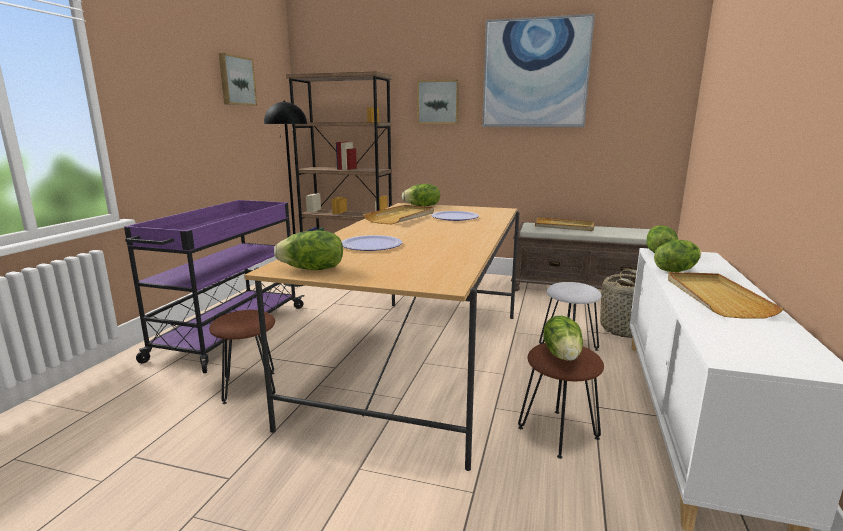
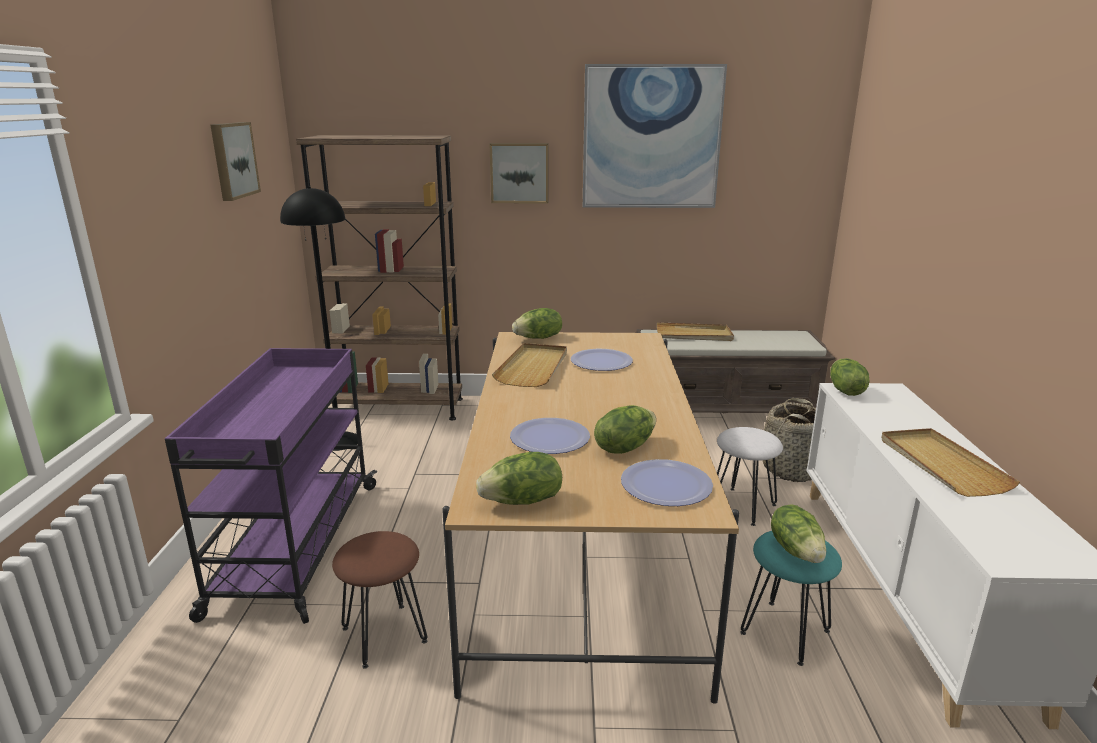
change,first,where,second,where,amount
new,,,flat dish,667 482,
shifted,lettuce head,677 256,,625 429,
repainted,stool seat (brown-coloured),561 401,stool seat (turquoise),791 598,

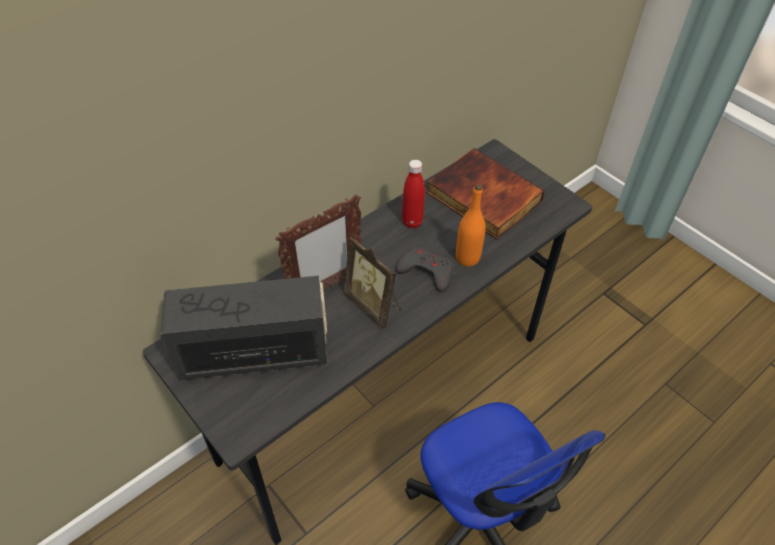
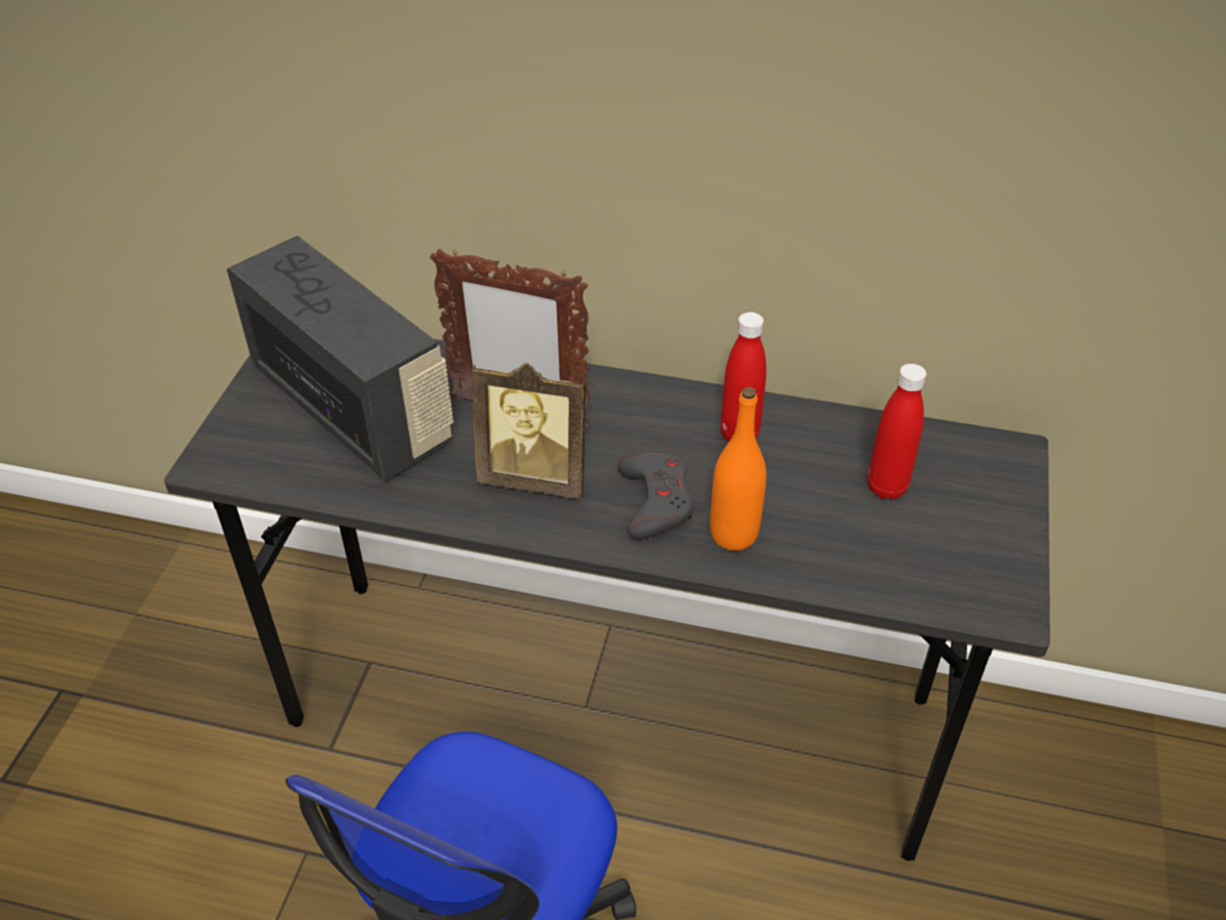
change,first,where,second,where,amount
swapped,volume,486 193,beverage bottle (red),897 432,
rotated,photo frame,372 282,,529 431,90 degrees counterclockwise

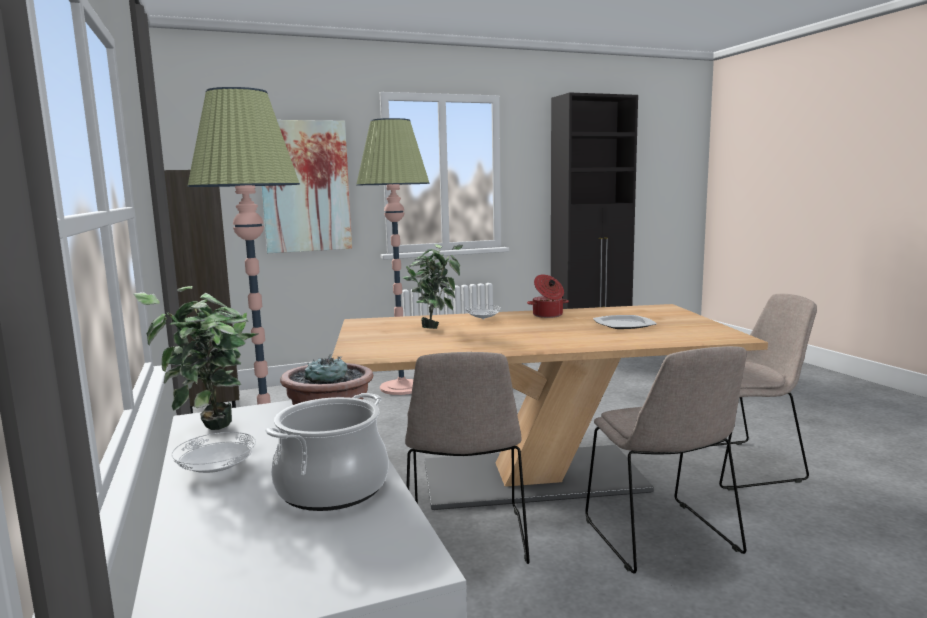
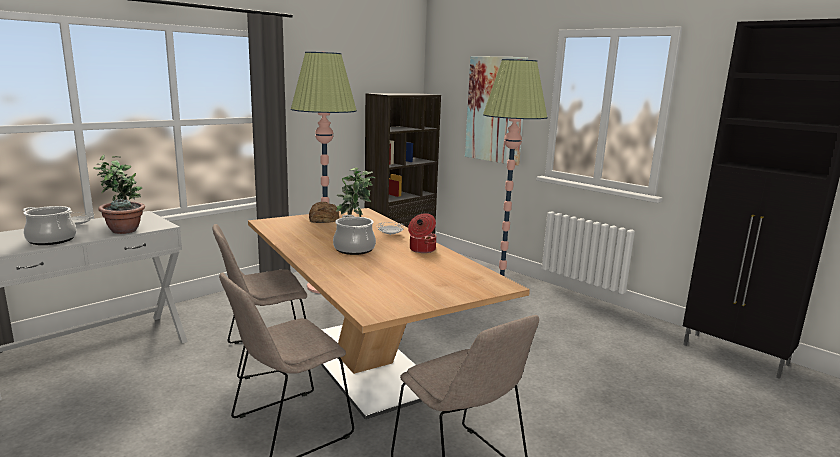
change,first,where,second,where,amount
gone,flat dish,624 322,,,
new,,,bakery bread,324 212,
new,,,stockpot,354 235,

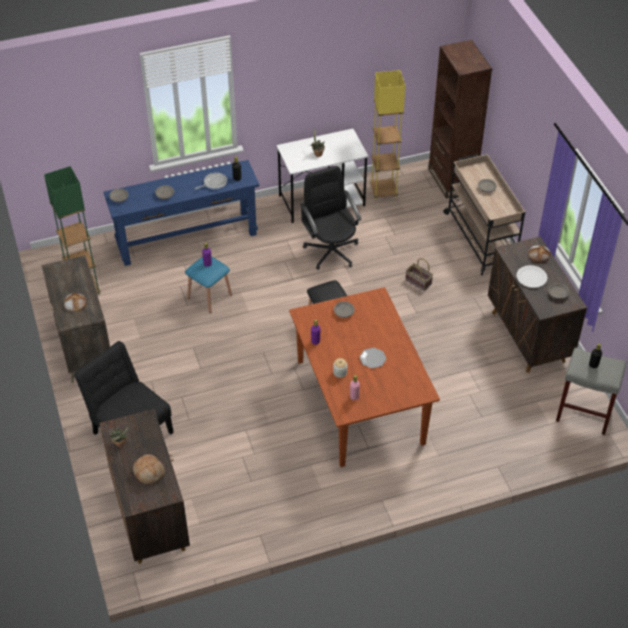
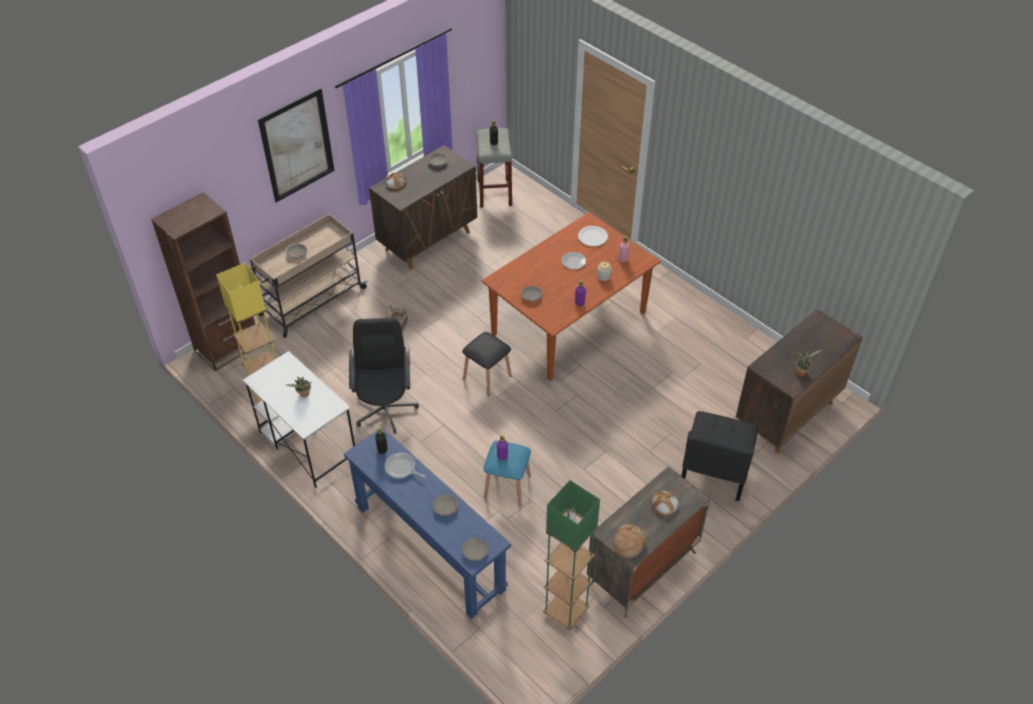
change,first,where,second,where,amount
new,,,wall picture,296 145,
shifted,bakery bread,149 469,,629 541,
shifted,flat dish (whitish),531 276,,593 236,
rotated,office chair (blackish),331 218,,384 376,135 degrees clockwise

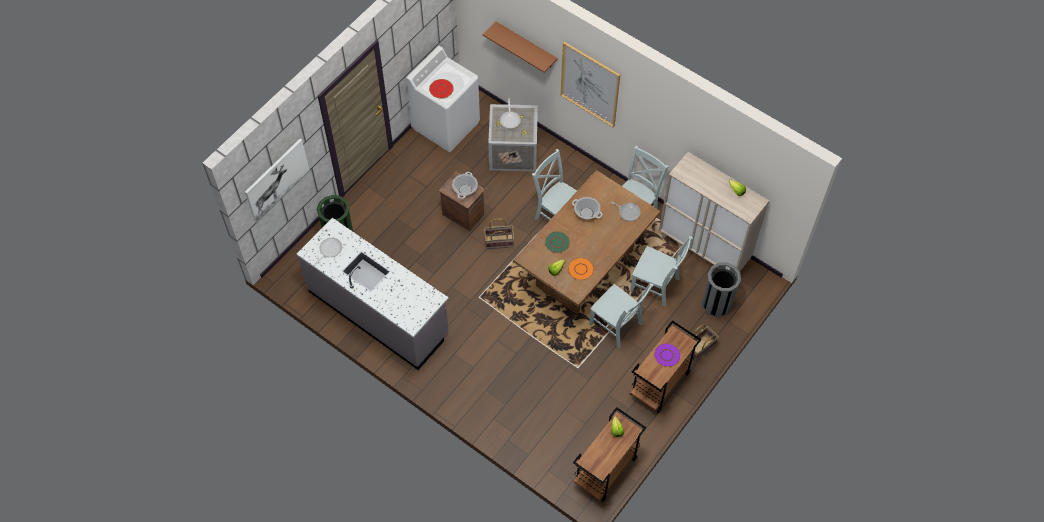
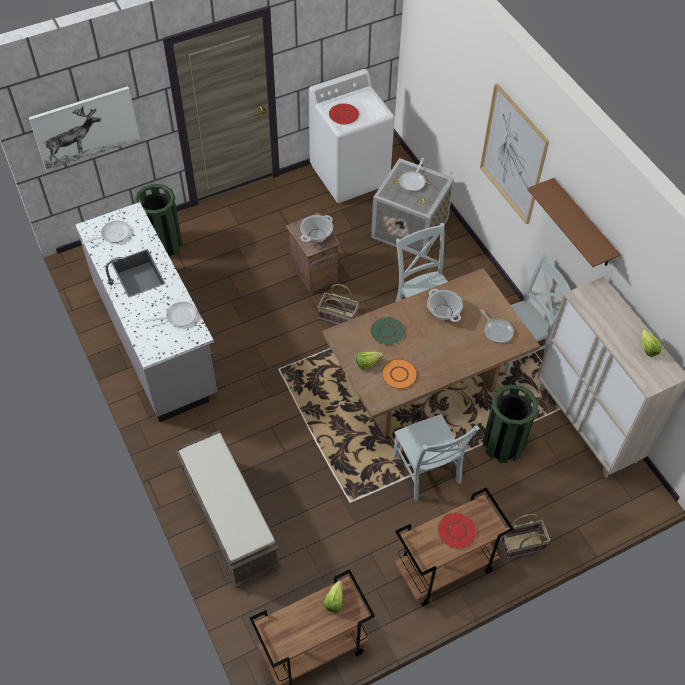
change,first,where,second,where,amount
gone,rubbish bin (greyish),721 290,,,
new,,,pan,171 314,
new,,,bench (brown-coloured),228 509,
shifted,wall shelf (brown-coloured),520 47,,573 222,
swapped,chair (greyish),661 271,rubbish bin (greenish),510 423,
repainted,flat dish (purple),667 355,flat dish (red),457 530,

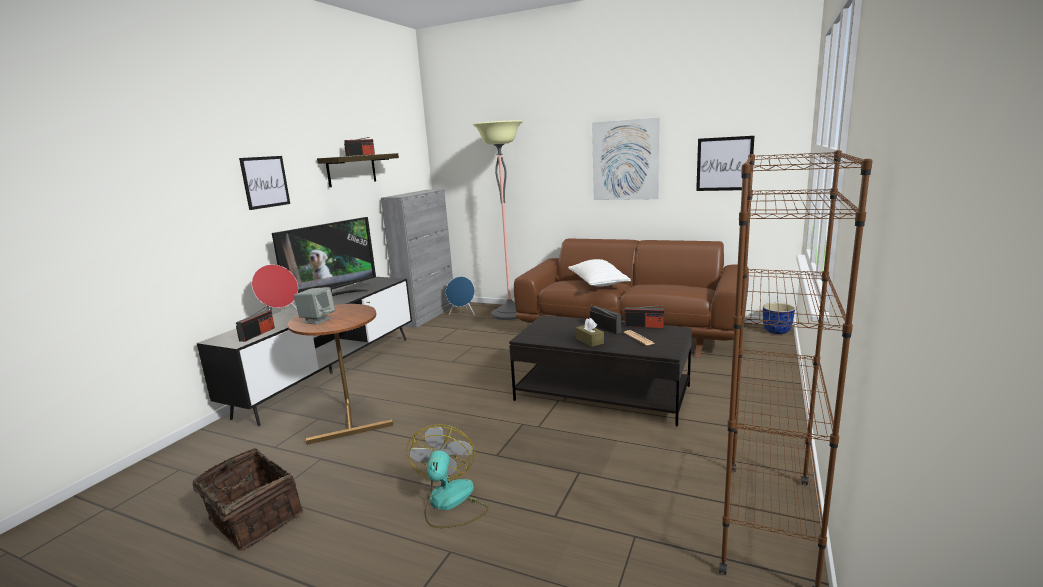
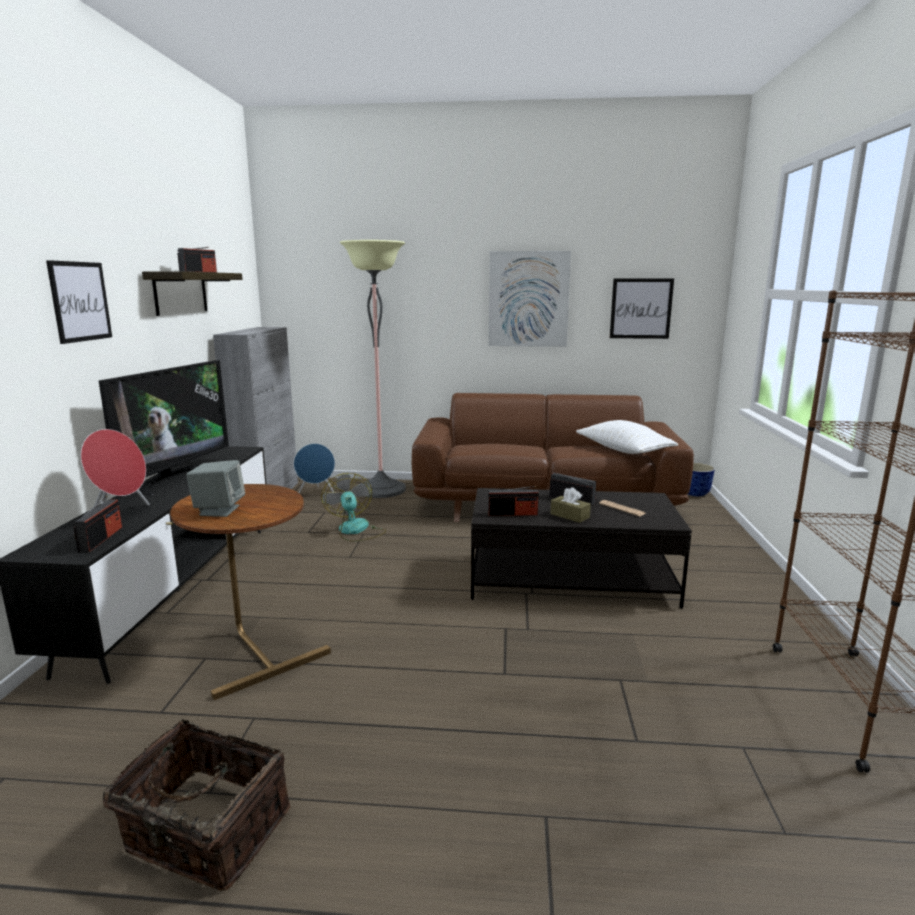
change,first,where,second,where,amount
shifted,electric fan,447 476,,353 507,
shifted,cushion (whitish),599 273,,627 437,
shifted,radio receiver,644 316,,513 501,

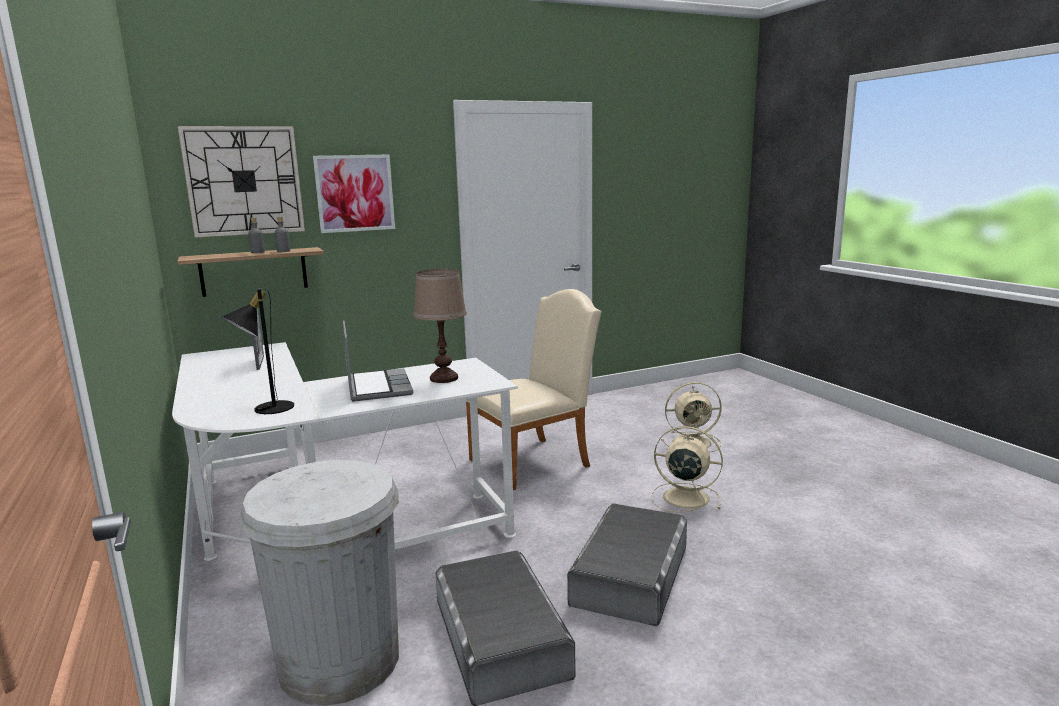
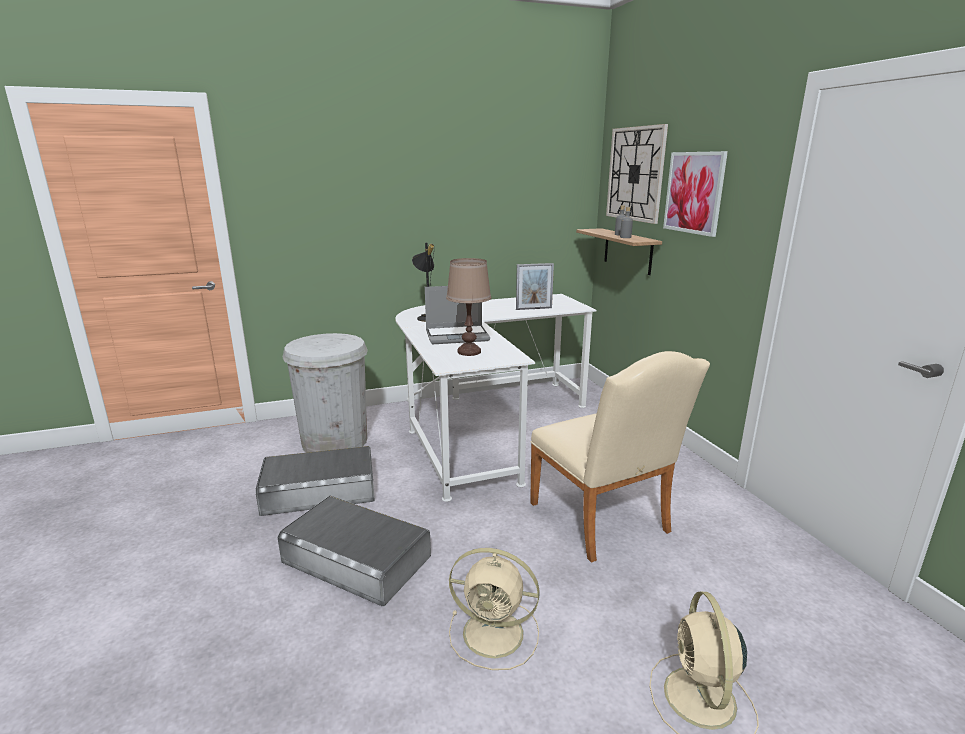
change,first,where,second,where,amount
rotated,electric fan (beige-coloured),687 469,,494 609,75 degrees clockwise

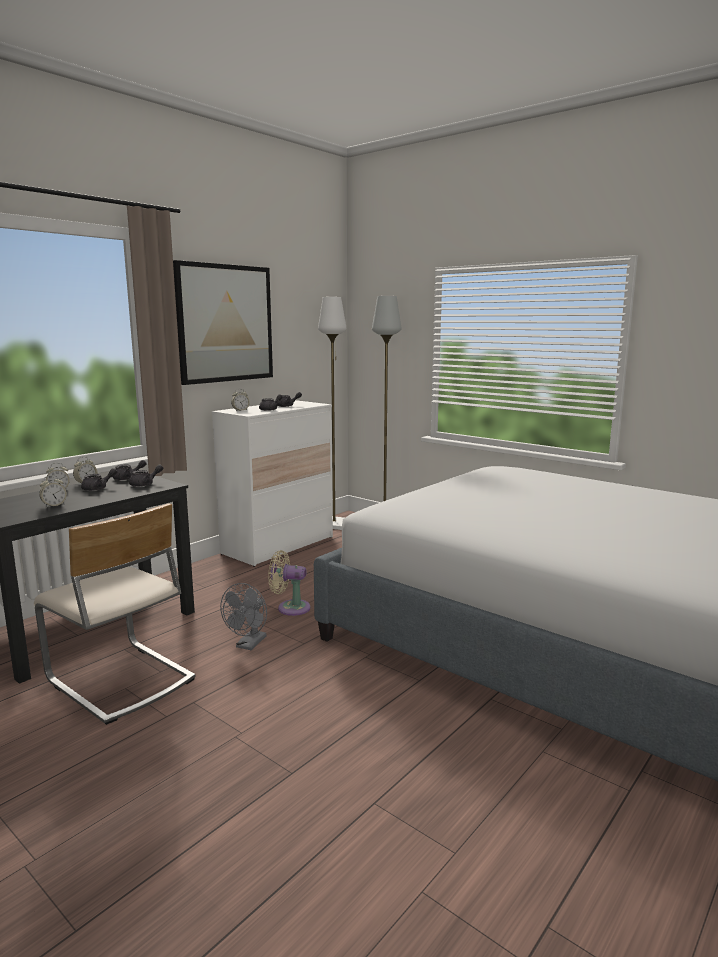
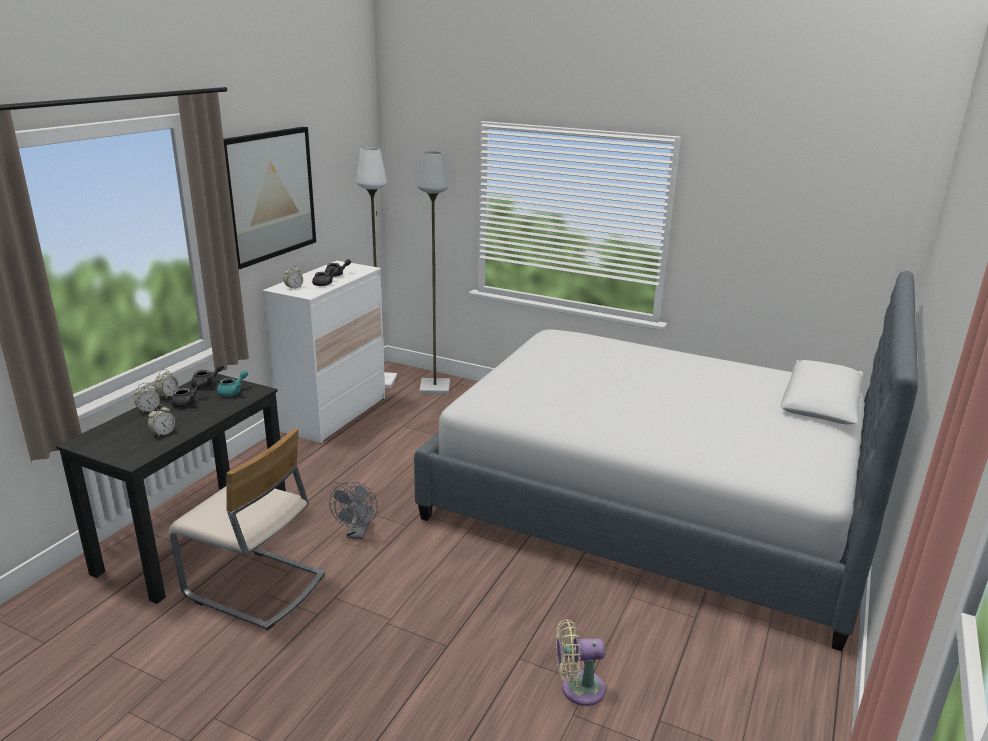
change,first,where,second,where,amount
shifted,electric fan (beige-coloured),289 583,,581 662,
repainted,tea pot (greyish),146 476,tea pot (turquoise),232 383,

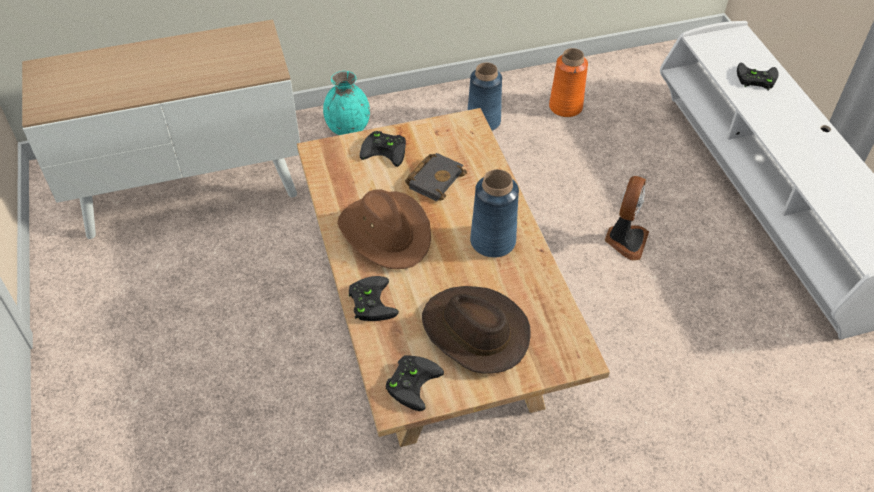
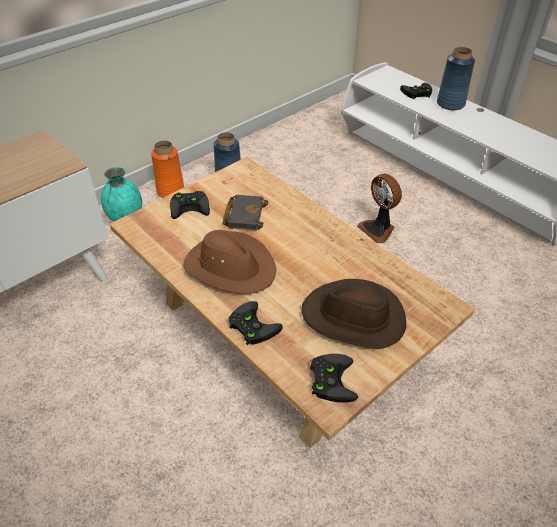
change,first,where,second,where,amount
shifted,flower vase (blue-coloured),494 213,,456 78,
shifted,flower vase (orange),568 82,,167 169,
rotated,electric fan,627 218,,379 208,150 degrees clockwise

